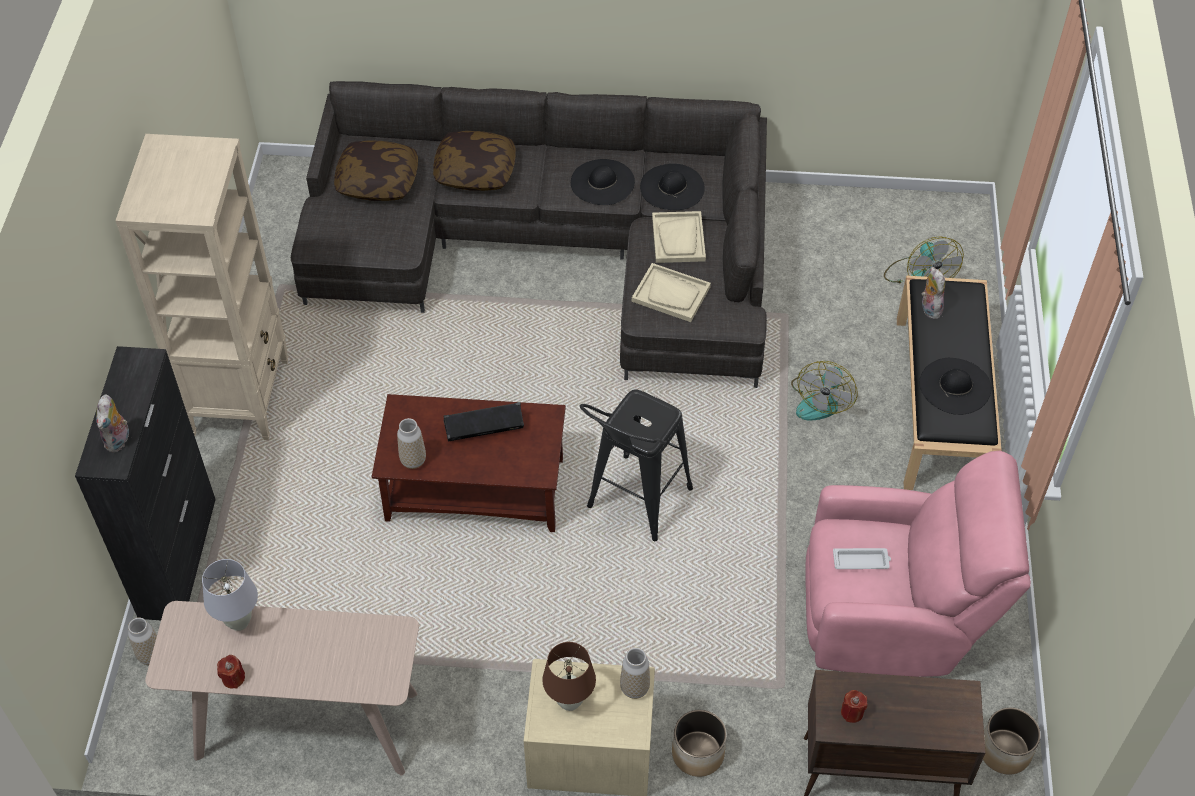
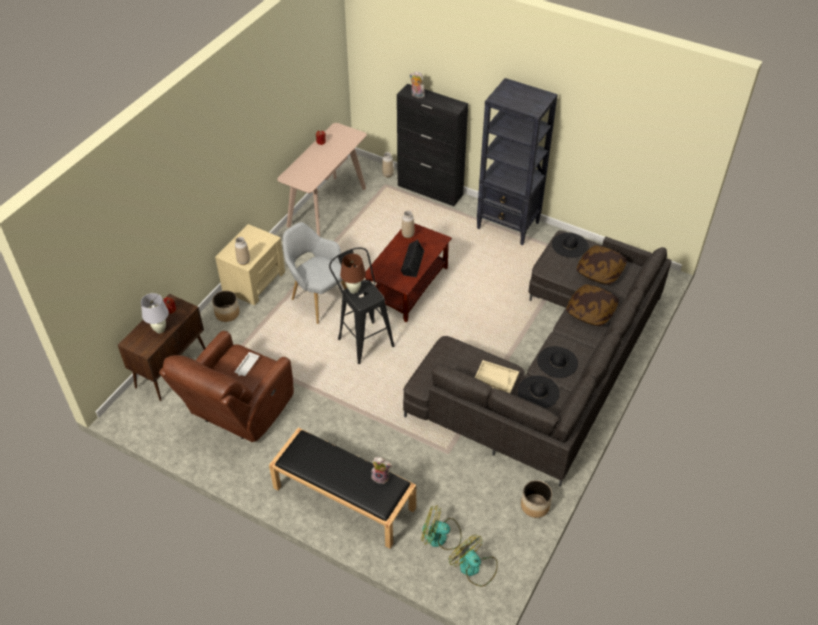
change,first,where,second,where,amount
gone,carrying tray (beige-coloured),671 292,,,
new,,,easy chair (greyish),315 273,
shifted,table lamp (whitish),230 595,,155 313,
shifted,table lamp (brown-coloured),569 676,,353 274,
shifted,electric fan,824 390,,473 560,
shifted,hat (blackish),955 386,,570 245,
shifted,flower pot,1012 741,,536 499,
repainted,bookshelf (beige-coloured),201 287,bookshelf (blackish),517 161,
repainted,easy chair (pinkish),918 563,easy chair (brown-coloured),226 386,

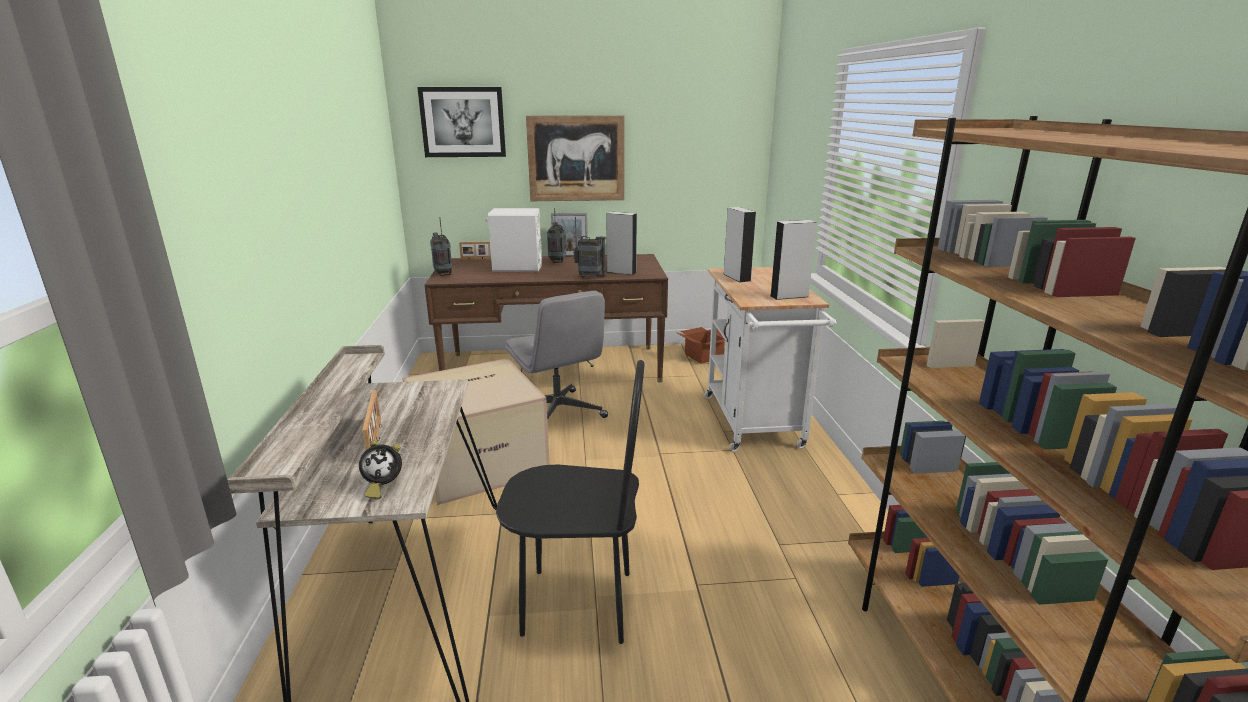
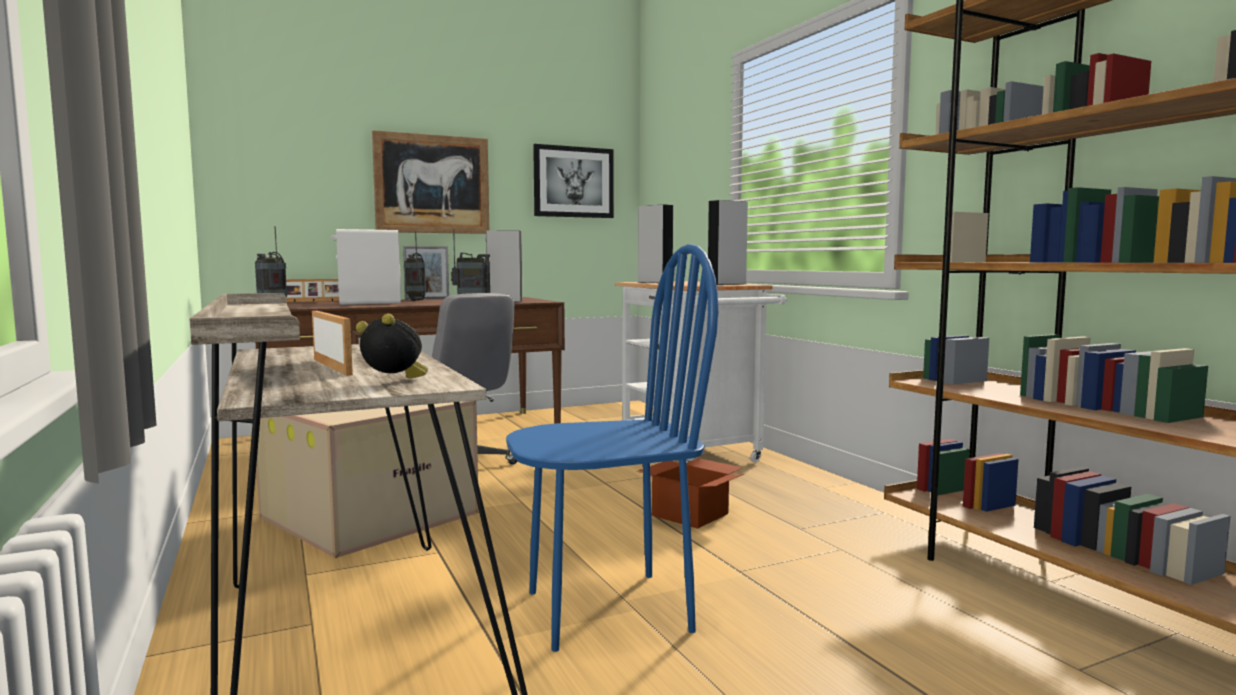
change,first,where,second,where,amount
shifted,wall picture,461 122,,573 181,
shifted,cardboard box,700 345,,690 493,
repainted,chair (blackish),570 502,chair (blue-coloured),612 448,
rotated,table clock,380 469,,392 346,135 degrees counterclockwise

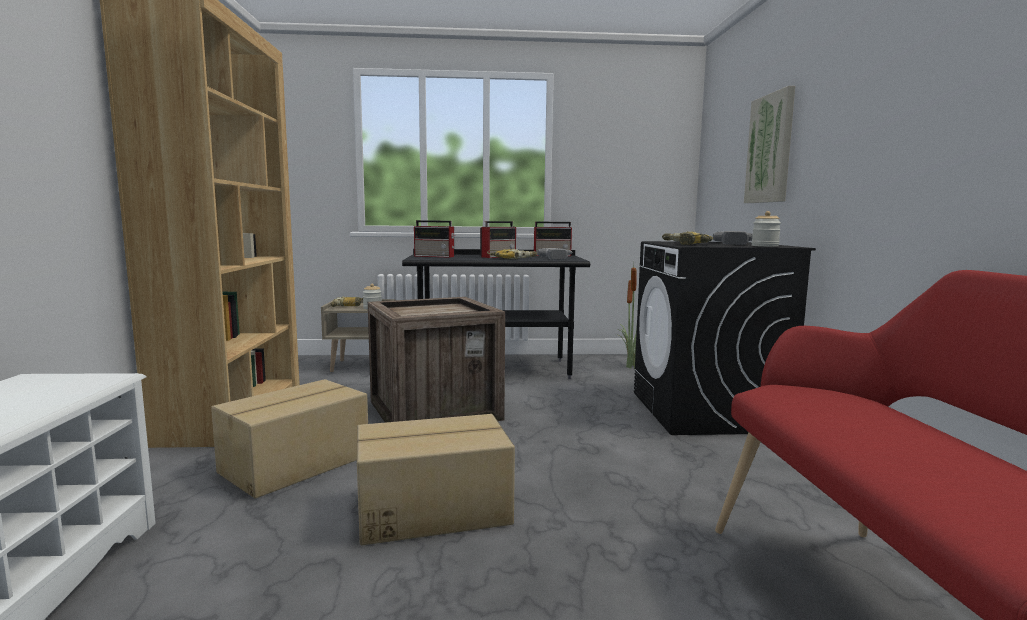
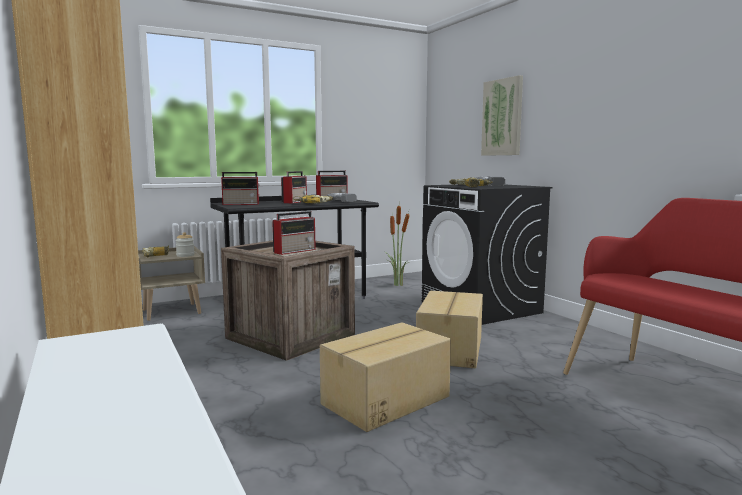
change,first,where,second,where,amount
gone,preserve jar,766 229,,,
new,,,radio receiver,294 233,
shifted,cardboard box,289 438,,449 329,

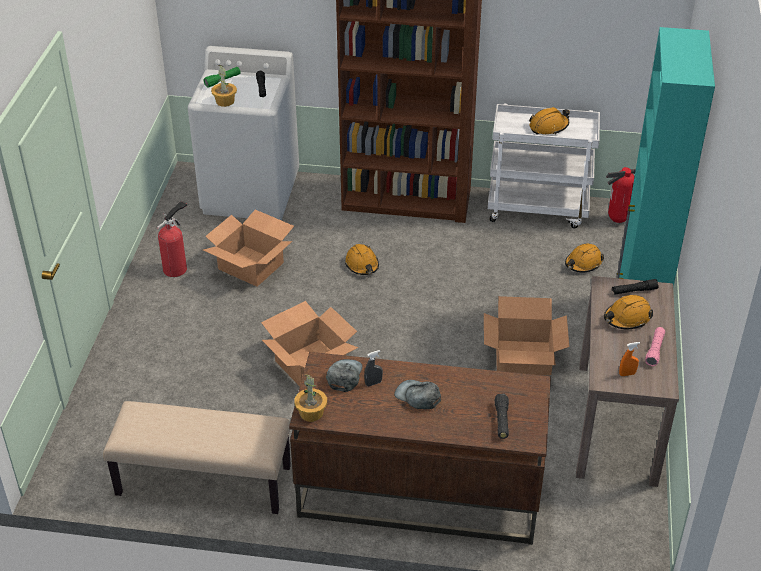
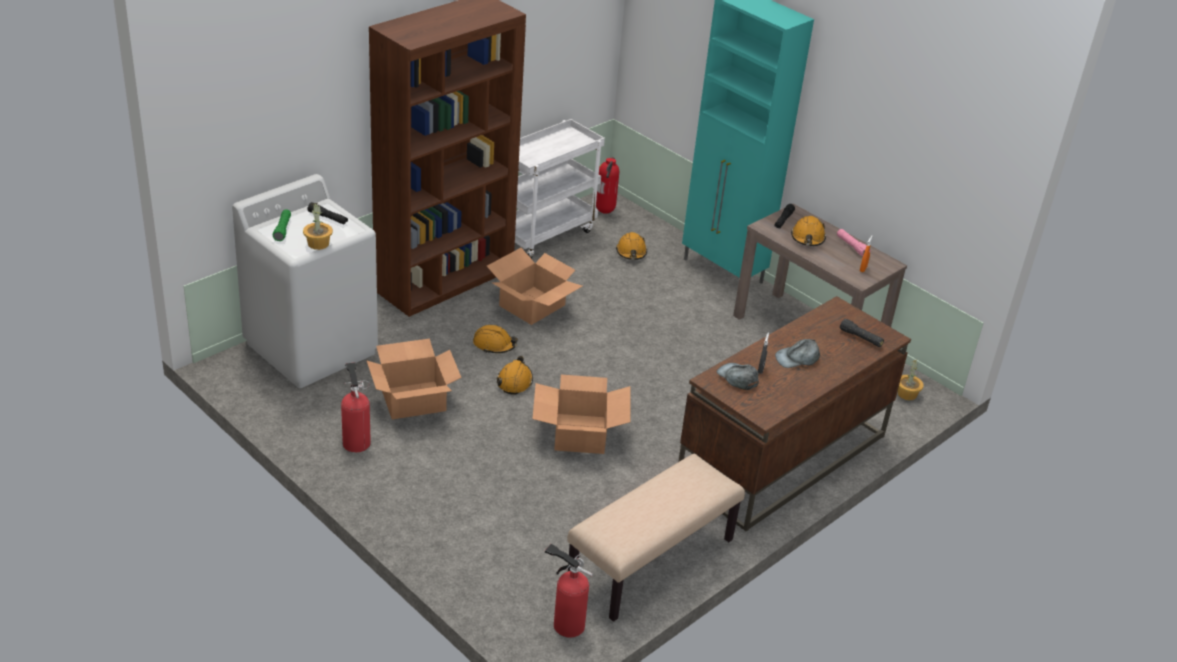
change,first,where,second,where,amount
new,,,fire extinguisher,569 590,
shifted,plant in a pot,310 398,,911 380,
shifted,cardboard box,526 336,,534 286,
shifted,safety helmet (orange),549 121,,515 375,

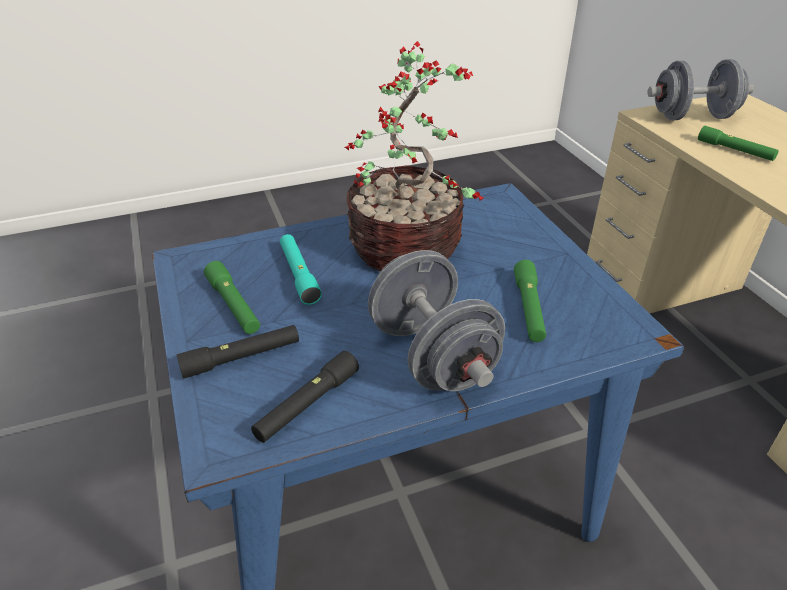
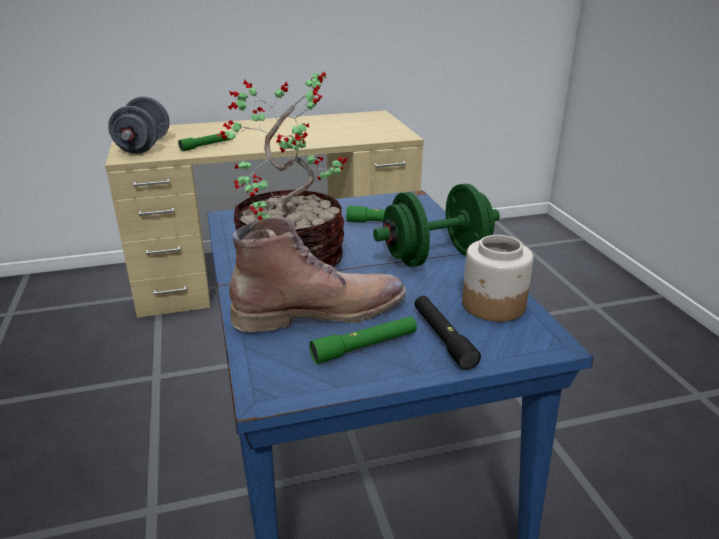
change,first,where,second,where,amount
swapped,hand torch (blackish),305 397,preserve jar,498 278,
swapped,hand torch (turquoise),301 269,boot (brown-coloured),317 274,
repainted,dumbbell (greyish),436 320,dumbbell (greenish),436 225,

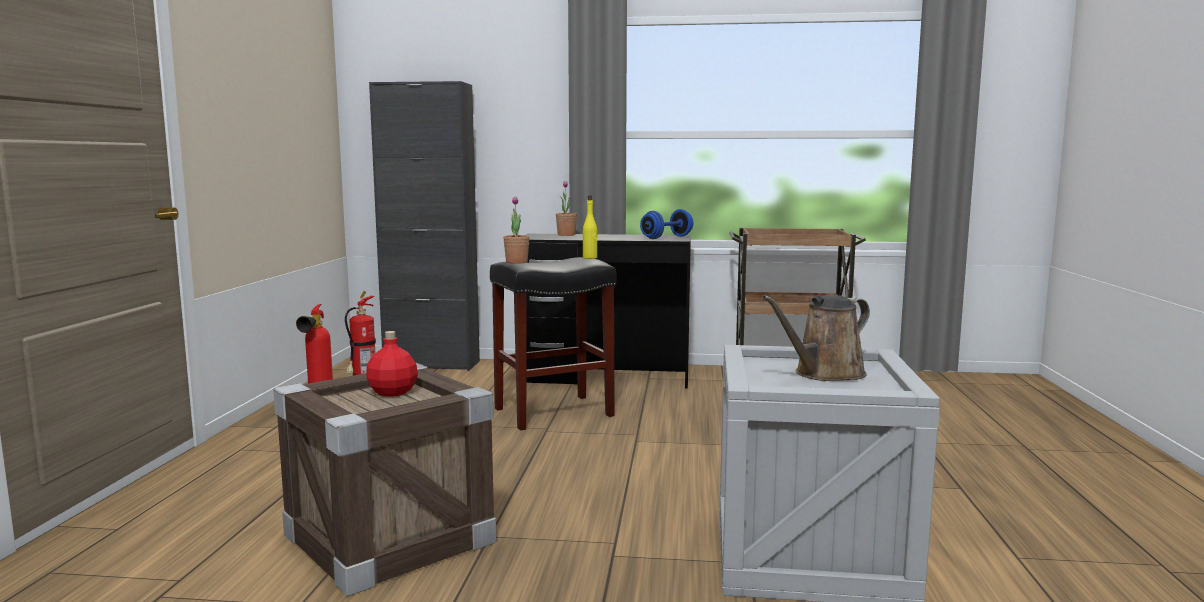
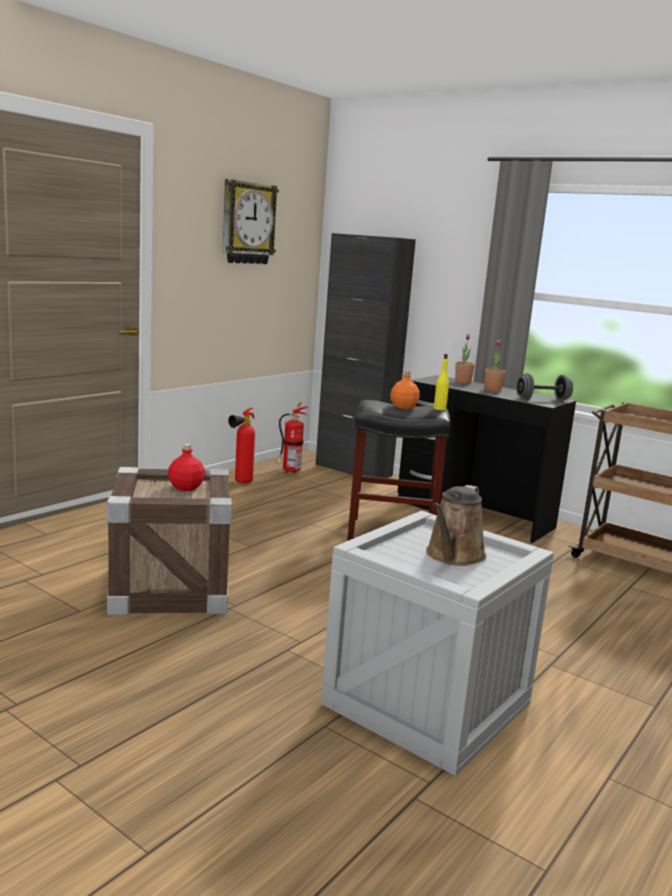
change,first,where,second,where,amount
new,,,wall clock,250 221,
new,,,beverage bottle (orange),405 390,
shifted,plant in a pot,516 230,,495 366,
repainted,dumbbell (blue-coloured),666 224,dumbbell (greyish),544 387,
rotated,watering can (brown-coloured),816 338,,456 525,60 degrees counterclockwise

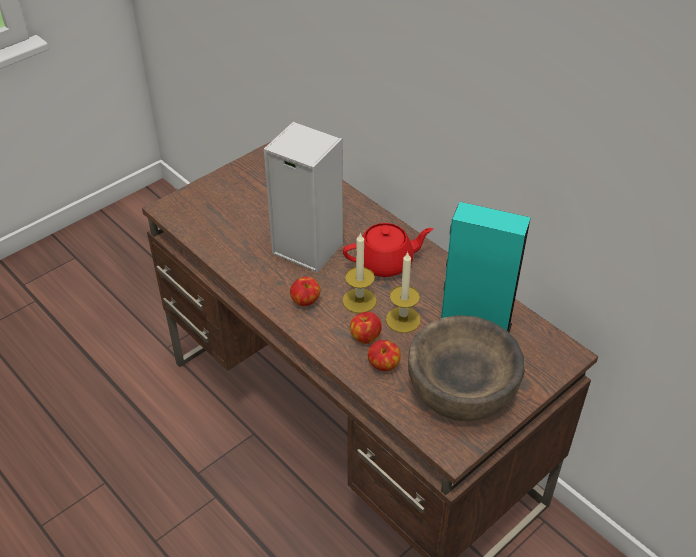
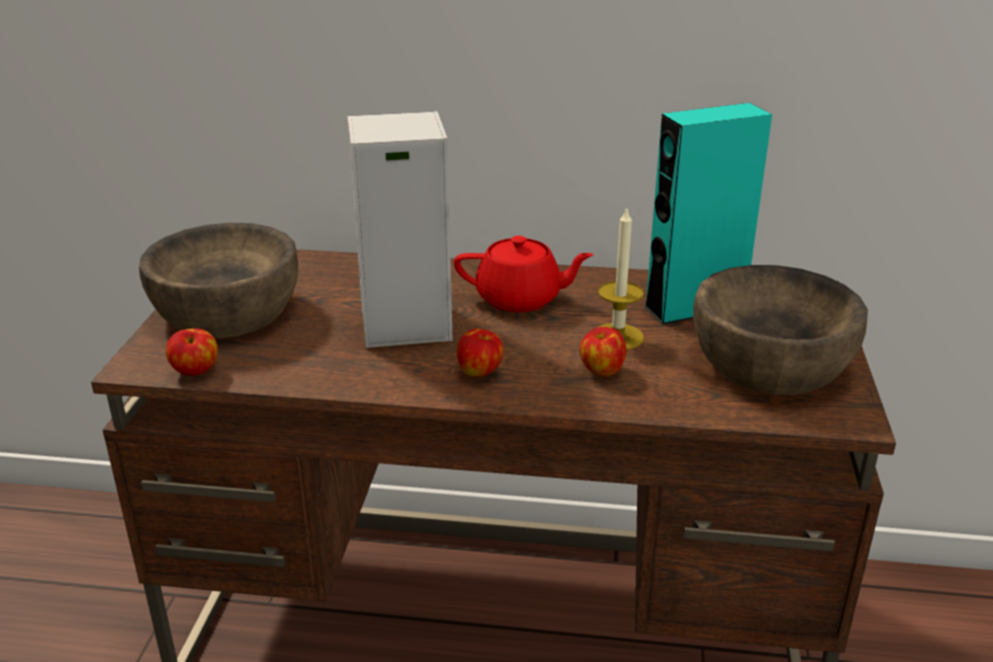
change,first,where,second,where,amount
gone,wax light,360 272,,,
new,,,serving bowl (brown-coloured),218 280,
shifted,apple fruit,384 355,,192 352,
rotated,tea pot (red),388 250,,524 274,60 degrees clockwise

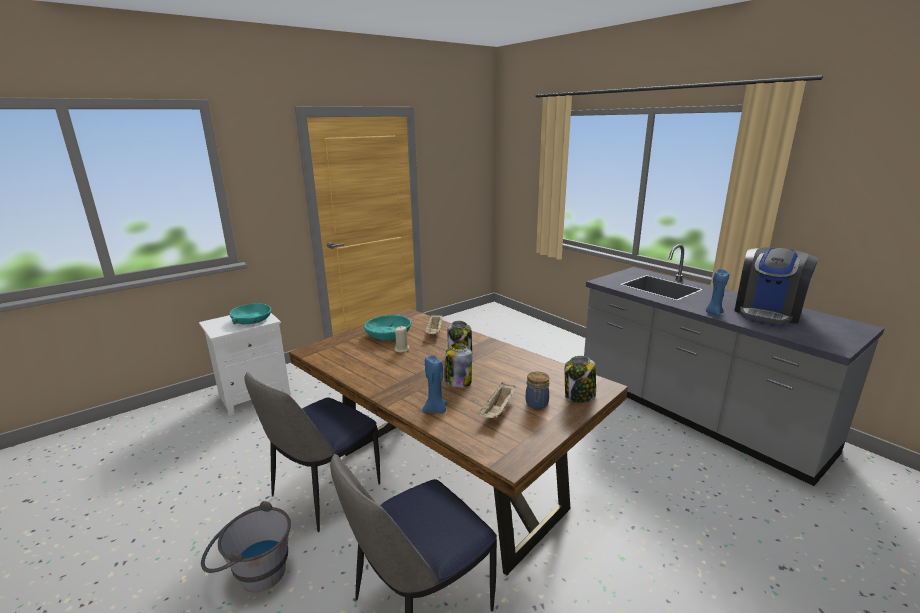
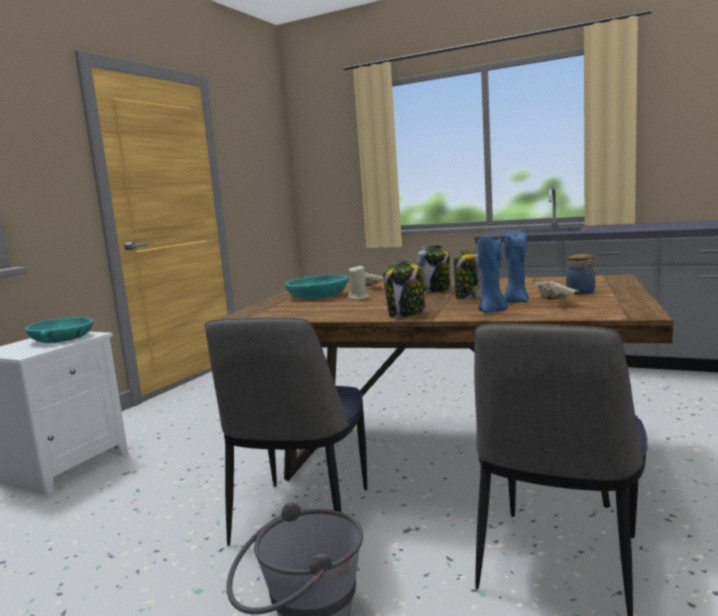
change,first,where,second,where,amount
gone,coffee brewer,776 286,,,
shifted,preserve jar,580 379,,404 289,
shifted,wax light (blue-coloured),717 292,,516 266,

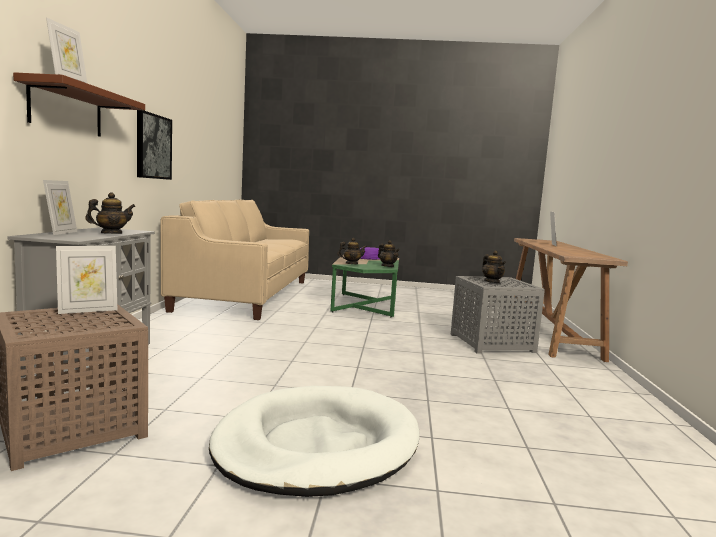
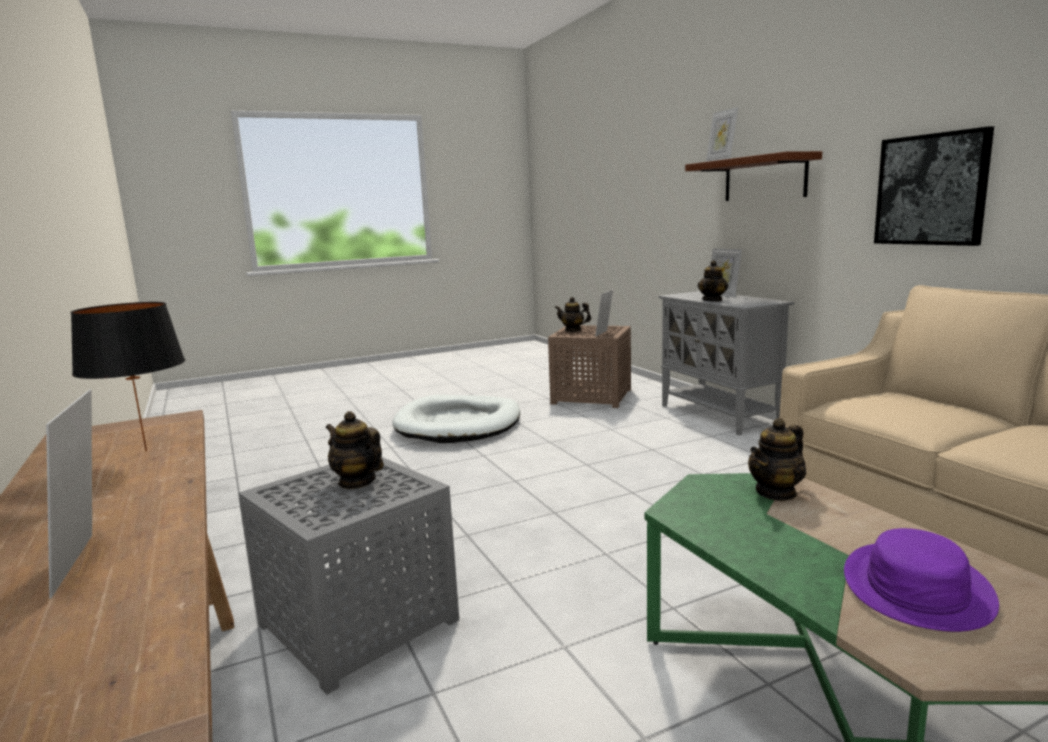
change,first,where,second,where,amount
new,,,table lamp (blackish),128 376,
shifted,tea pot,389 253,,573 314,

